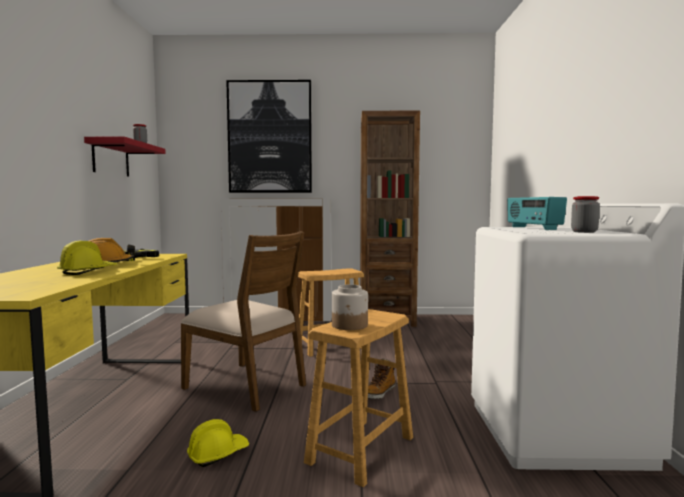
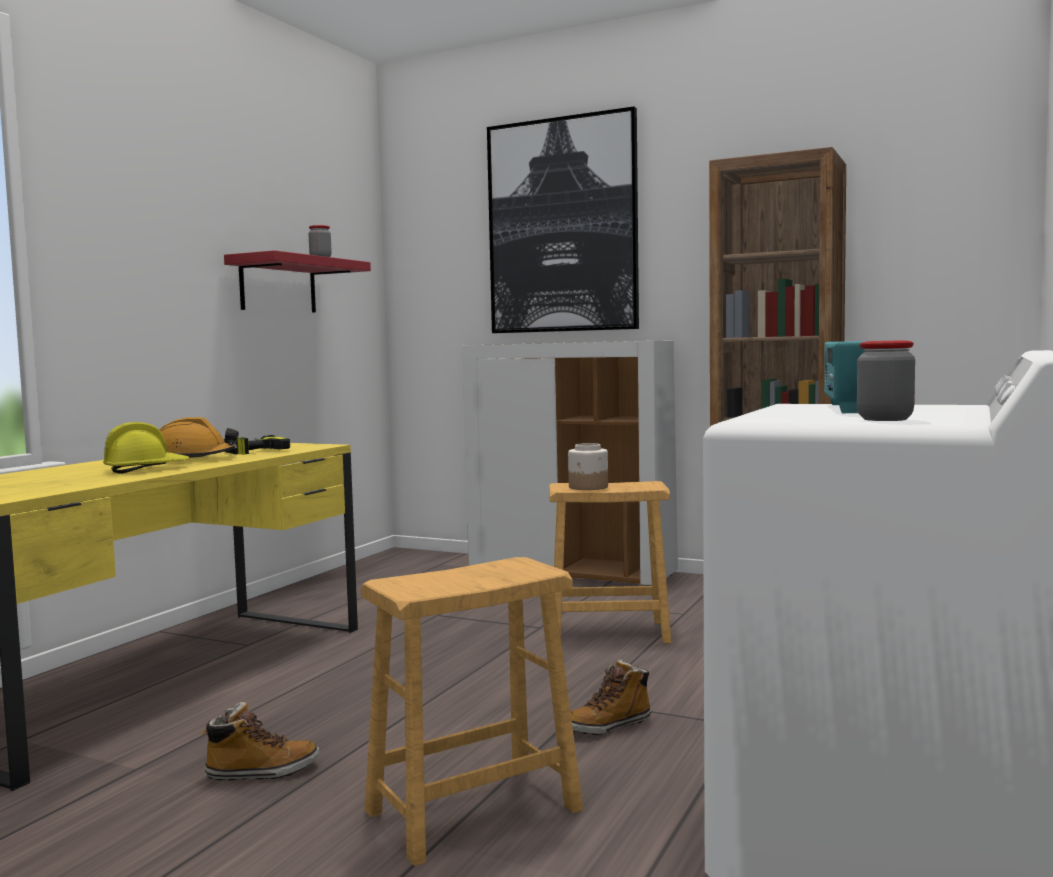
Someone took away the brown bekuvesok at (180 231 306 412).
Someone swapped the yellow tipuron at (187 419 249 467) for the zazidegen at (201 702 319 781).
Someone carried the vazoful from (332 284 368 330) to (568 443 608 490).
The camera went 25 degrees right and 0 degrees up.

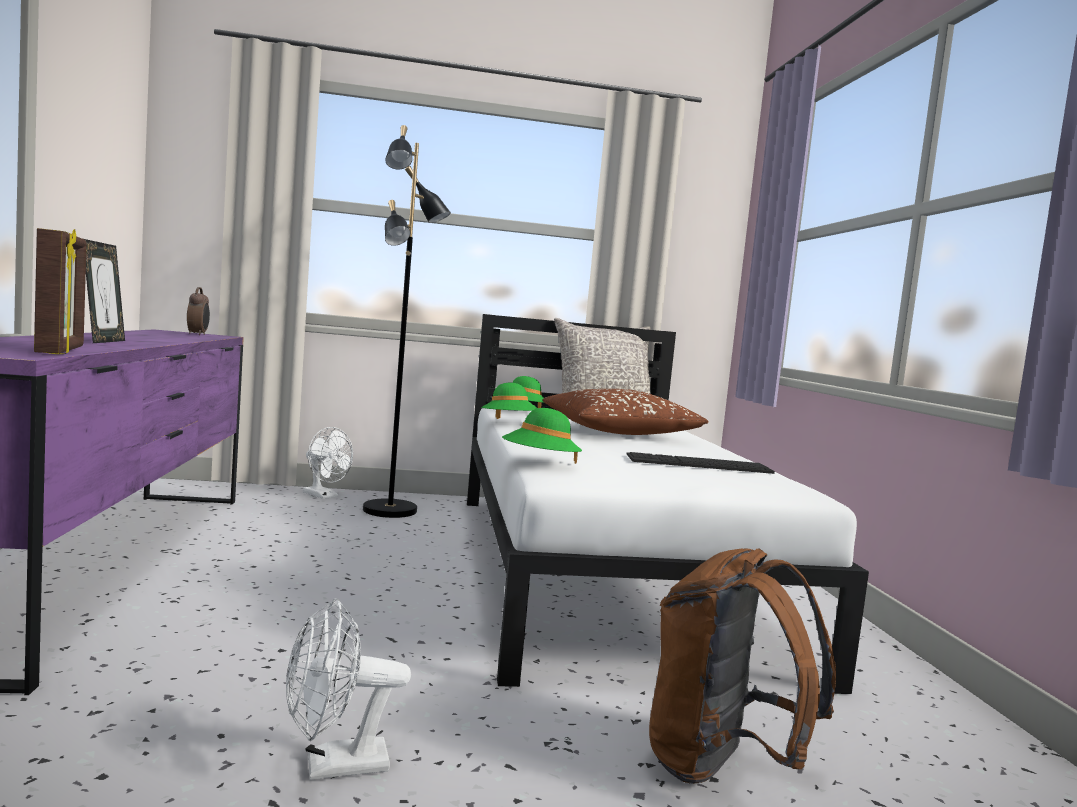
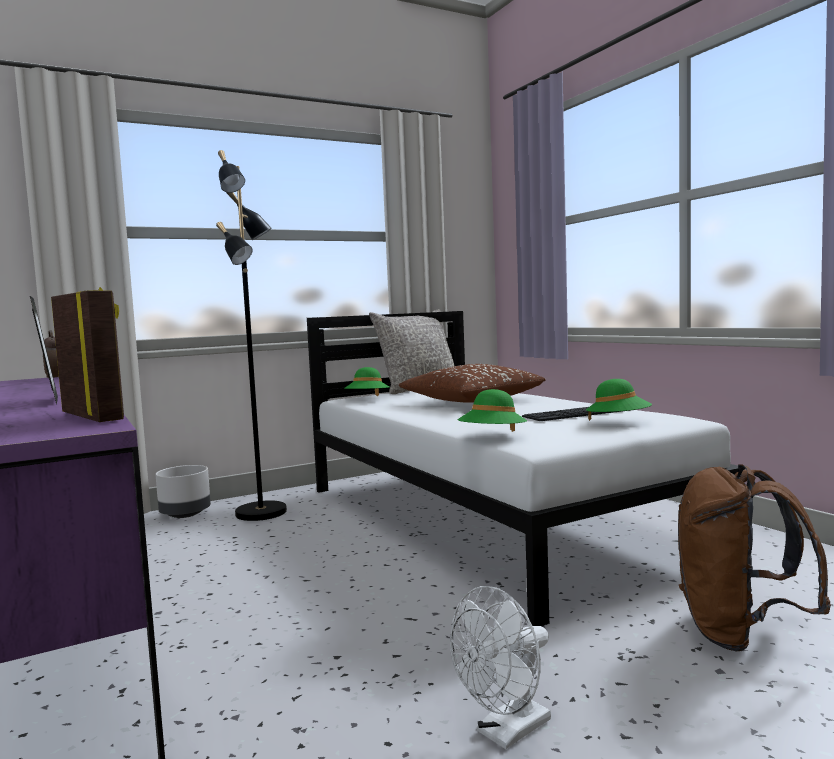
Someone swapped the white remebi at (303 427 353 499) for the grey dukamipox at (156 465 211 518).
Someone carried the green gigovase from (481 383 538 419) to (586 379 652 421).
The camera went 20 degrees left and 0 degrees up.

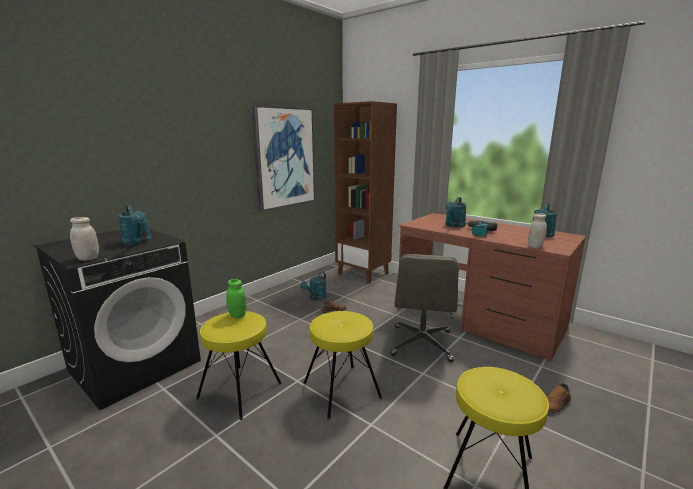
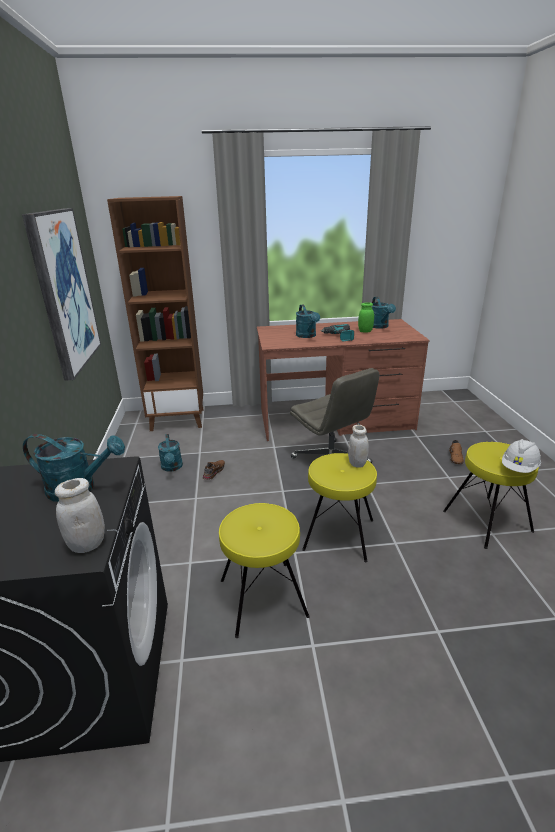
Someone carried the green vazoful from (226 279 246 318) to (358 302 374 333).
Someone carried the white vazoful from (528 213 547 248) to (348 425 369 468).
Someone put down the white tipuron at (502 439 541 473).
The camera went 45 degrees left and 10 degrees up.

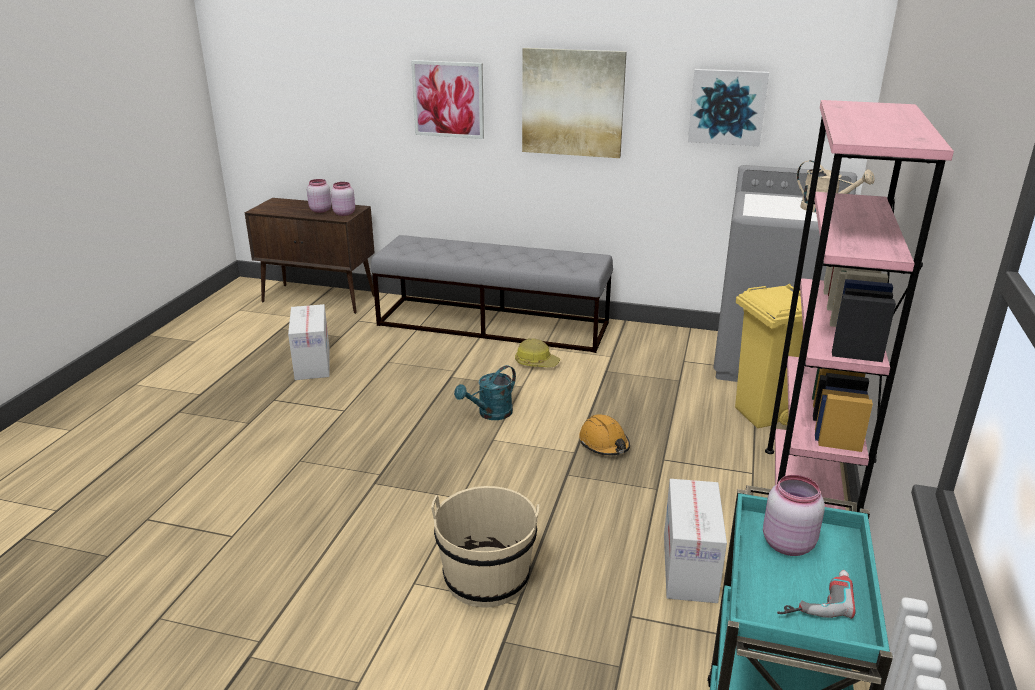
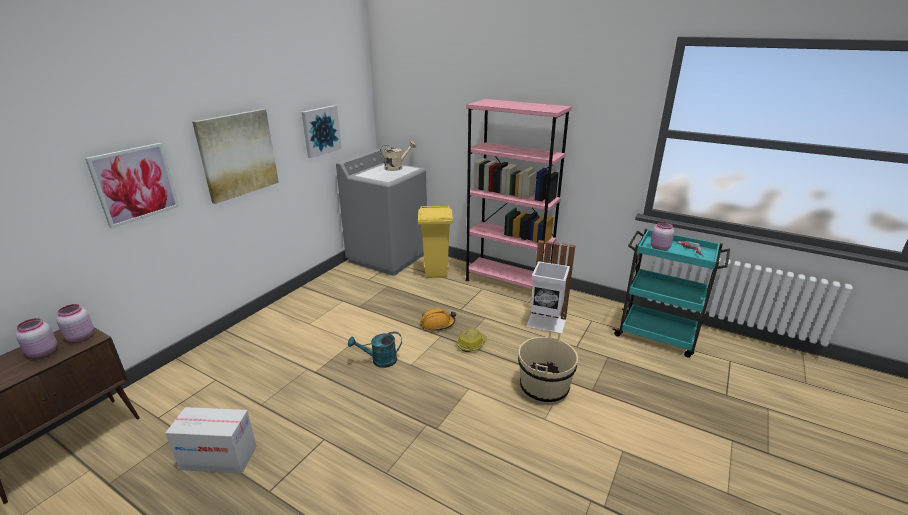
Someone took away the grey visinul at (371 235 613 353).
Someone rotated the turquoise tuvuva at (454 365 516 420) by 105 degrees clockwise.
Someone carried the tipuron from (515 338 560 368) to (457 328 487 352).
Someone swapped the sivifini at (664 479 727 603) for the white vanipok at (526 240 575 334).
The camera went 75 degrees left and 0 degrees up.

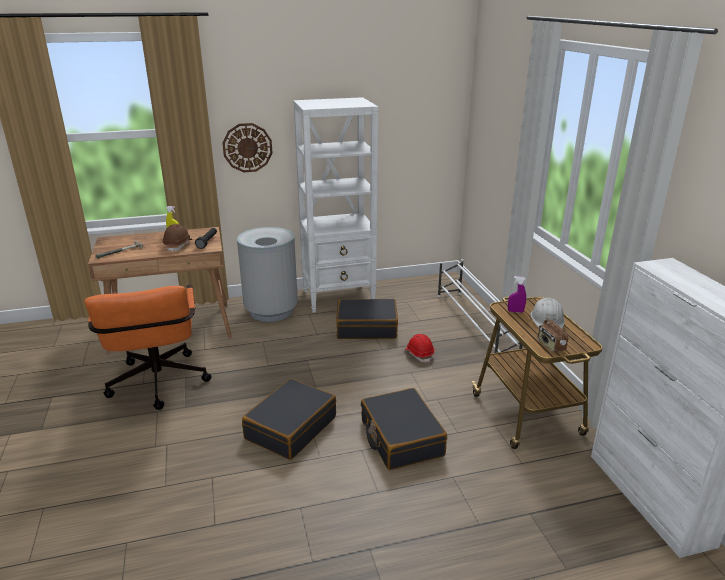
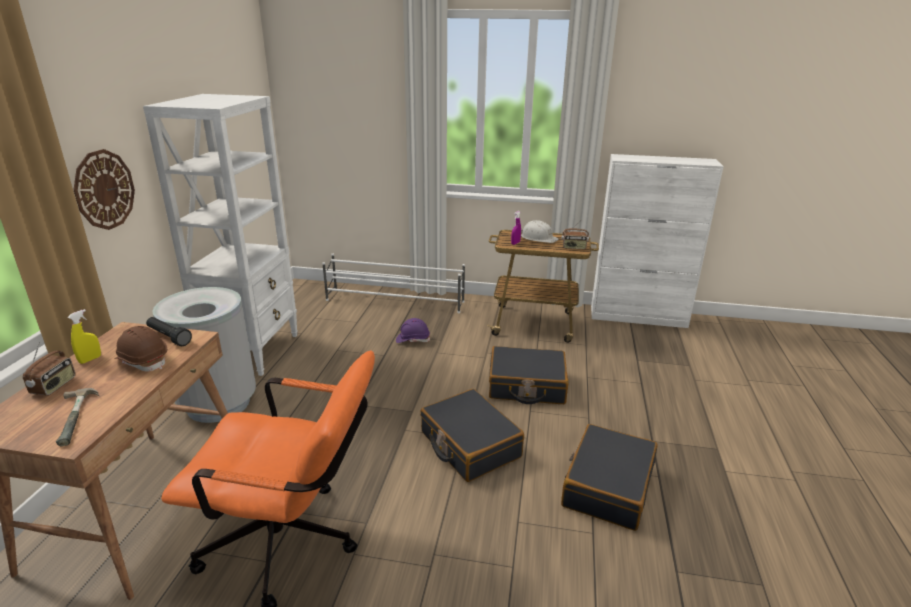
Someone carried the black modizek from (337 299 398 339) to (561 424 657 531).
Someone repainted the red tipuron at (405 334 434 363), which became the purple tipuron at (396 318 430 343).
Someone put down the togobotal at (23 342 75 396).
The camera went 65 degrees left and 0 degrees up.

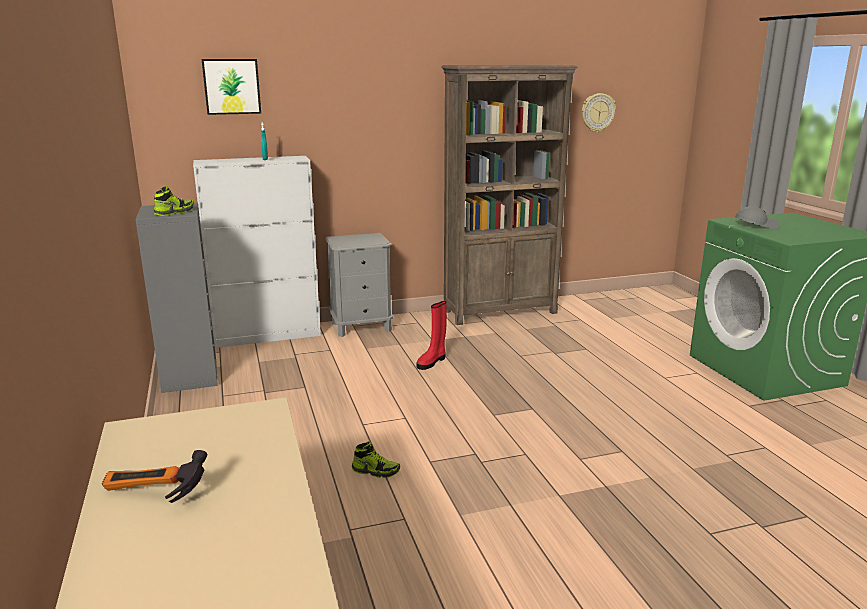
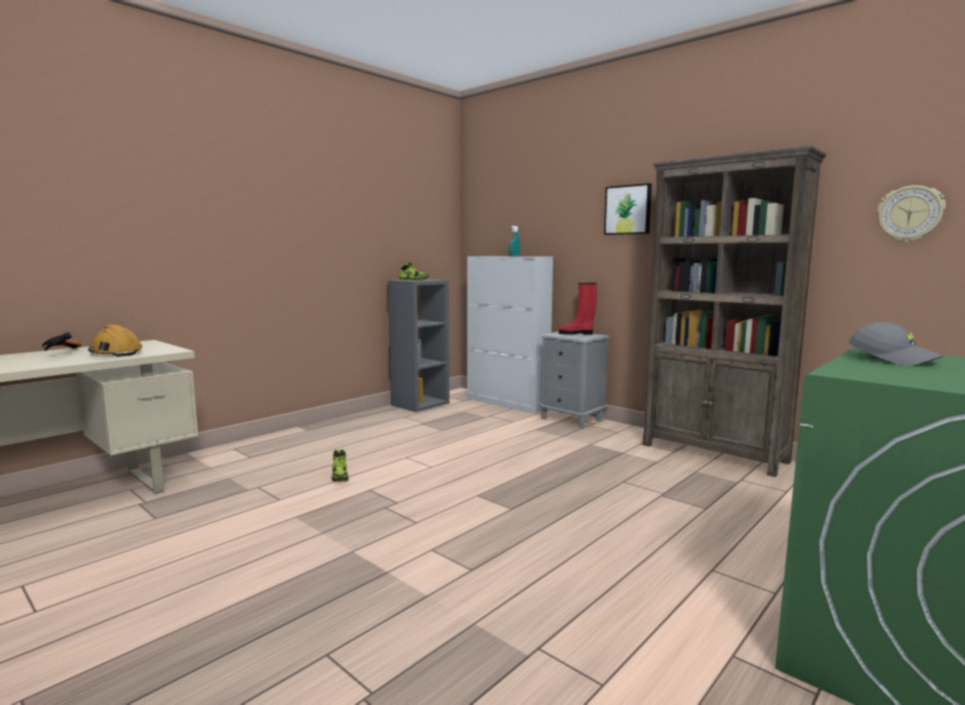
Someone carried the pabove from (202 59 261 115) to (604 183 652 235).
Someone carried the red zazidegen from (417 301 447 370) to (559 283 597 335).
Someone put down the orange tipuron at (88 325 142 357).
The camera went 60 degrees right and 10 degrees down.

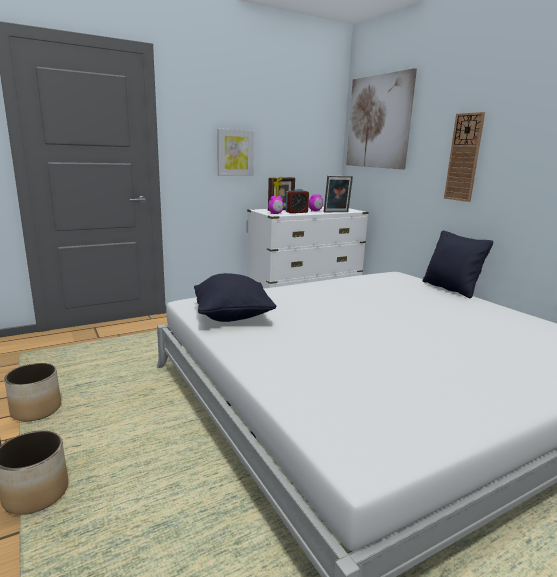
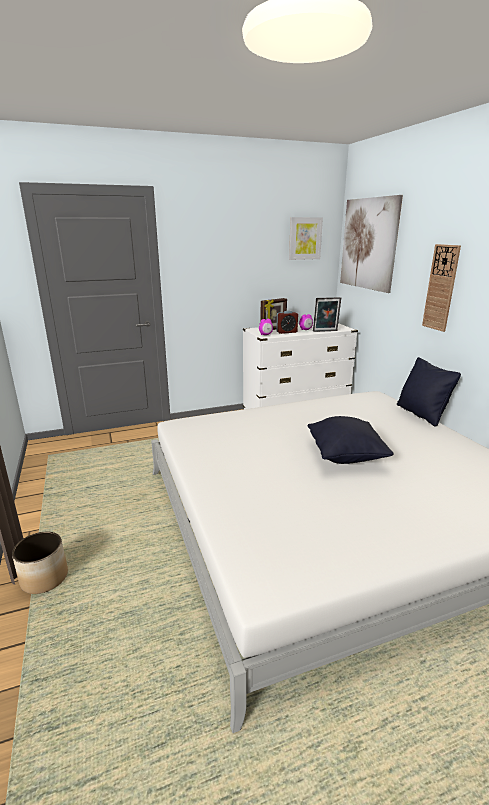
Someone took away the dukamipox at (4 363 61 421).
Someone carried the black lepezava from (194 273 276 322) to (308 416 394 464).
Someone carried the pabove from (217 129 254 176) to (289 217 323 260).
The camera went 10 degrees right and 5 degrees up.

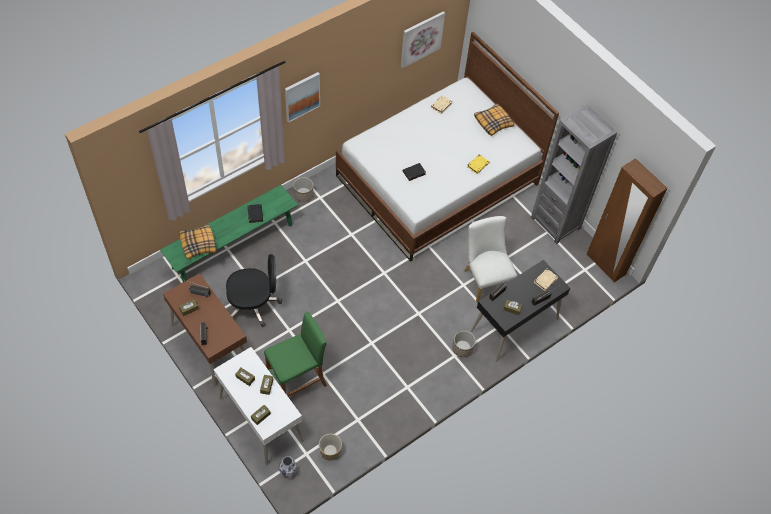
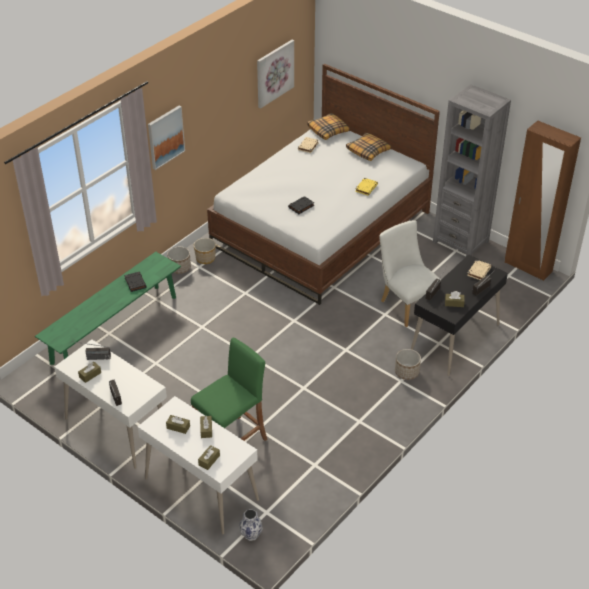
Someone repainted the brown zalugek at (163 273 247 387), which became the white zalugek at (54 339 167 469).
Someone carried the lepezava from (180 224 217 260) to (307 113 350 140).
Someone took away the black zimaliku at (226 254 282 327).
Someone carried the dukamipox from (319 434 342 460) to (194 238 216 264).
The camera went 10 degrees left and 15 degrees down.

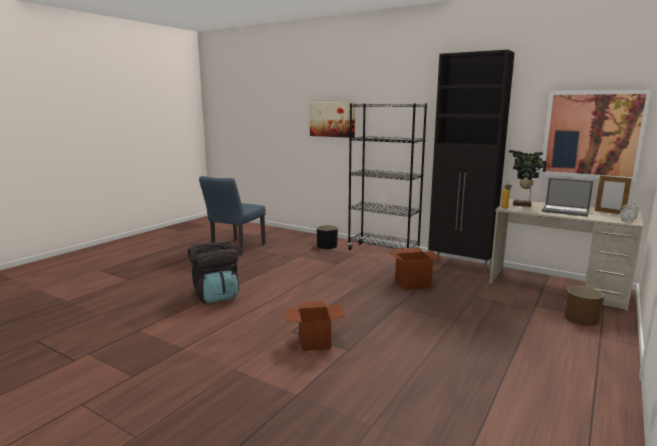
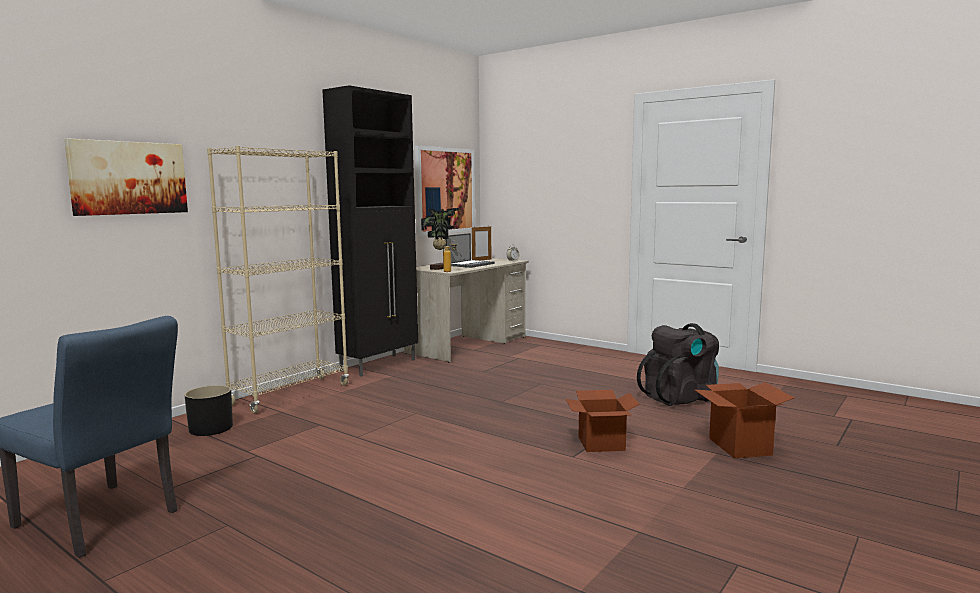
Someone carried the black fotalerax from (188 241 239 304) to (637 323 719 406).
Someone repainted the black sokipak at (348 103 427 250), which became the beige sokipak at (207 146 349 414).
Someone carried the sivifini from (390 247 441 290) to (694 382 794 458).
Someone took away the brown dukamipox at (564 286 604 326).
The camera went 85 degrees left and 5 degrees down.

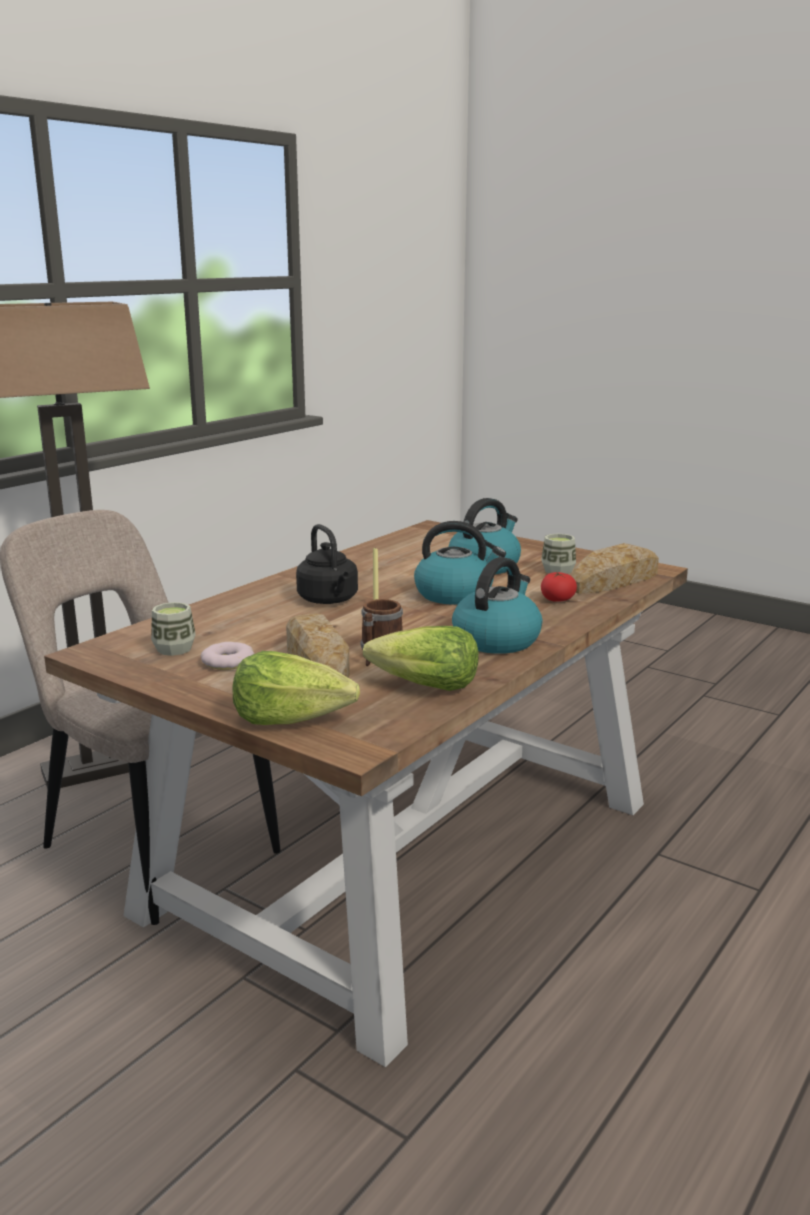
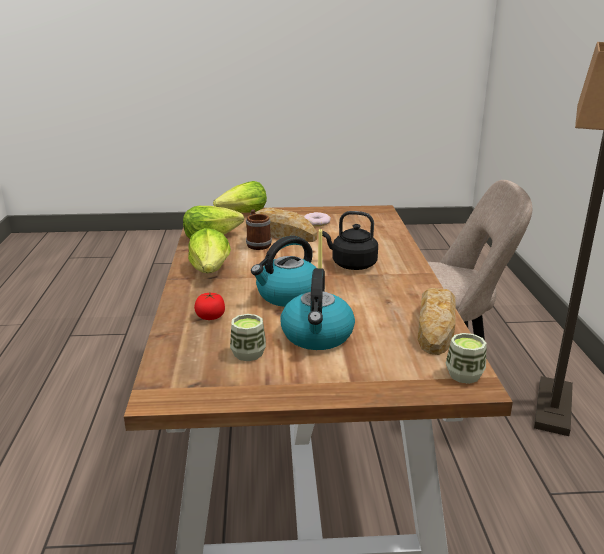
Someone carried the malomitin from (151 602 196 656) to (446 333 487 384).
Someone swapped the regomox at (452 557 542 654) for the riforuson at (188 228 231 273).
Someone carried the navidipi from (572 543 659 594) to (418 288 455 355).
The camera went 140 degrees right and 5 degrees up.

